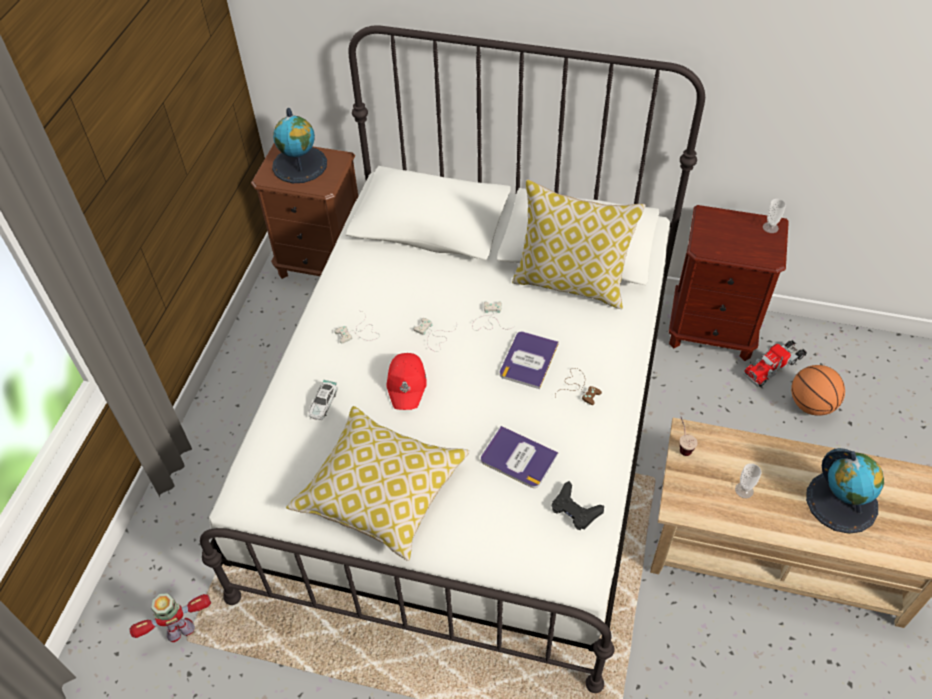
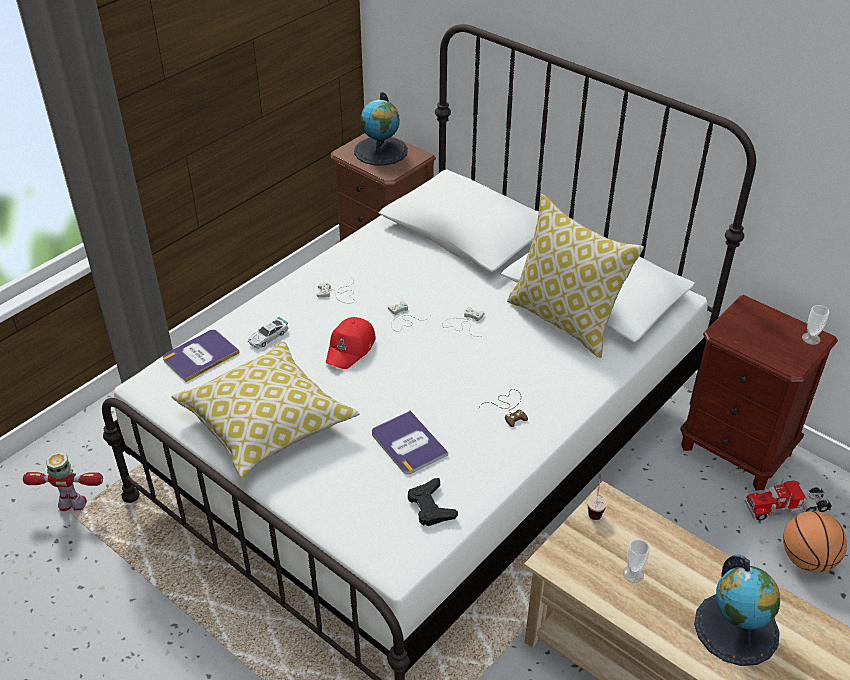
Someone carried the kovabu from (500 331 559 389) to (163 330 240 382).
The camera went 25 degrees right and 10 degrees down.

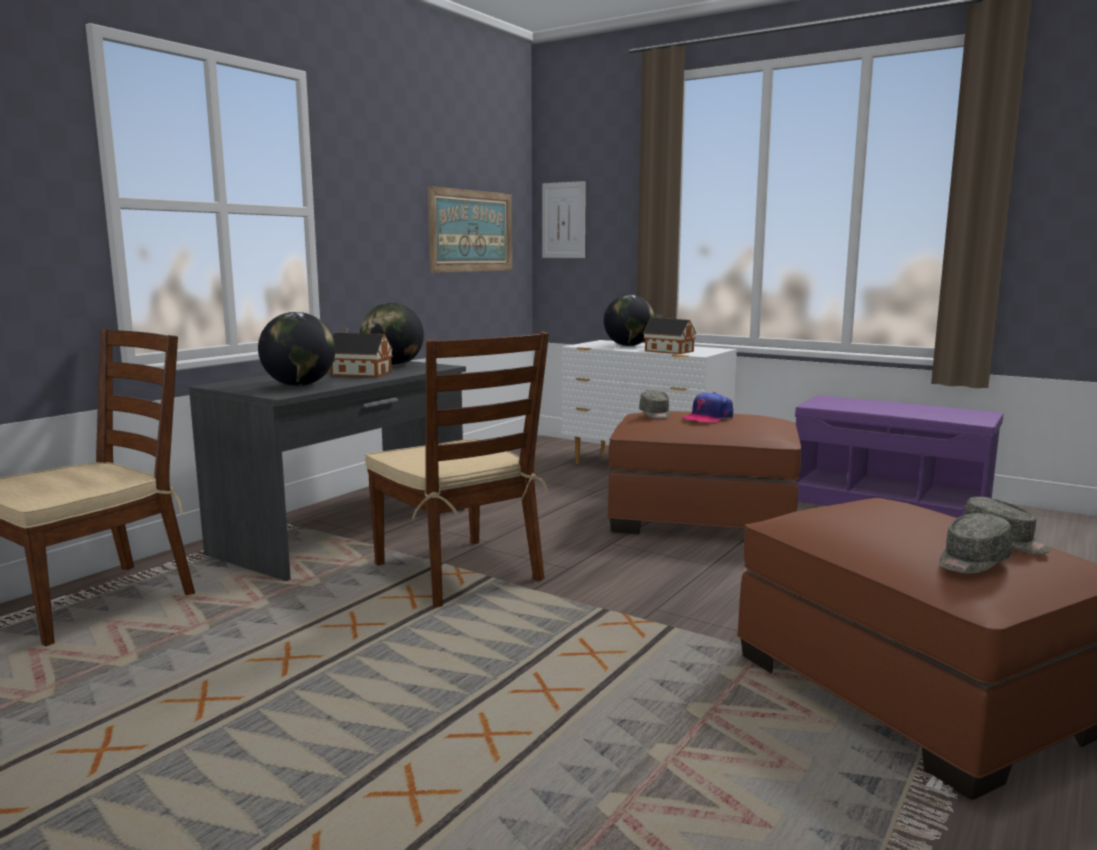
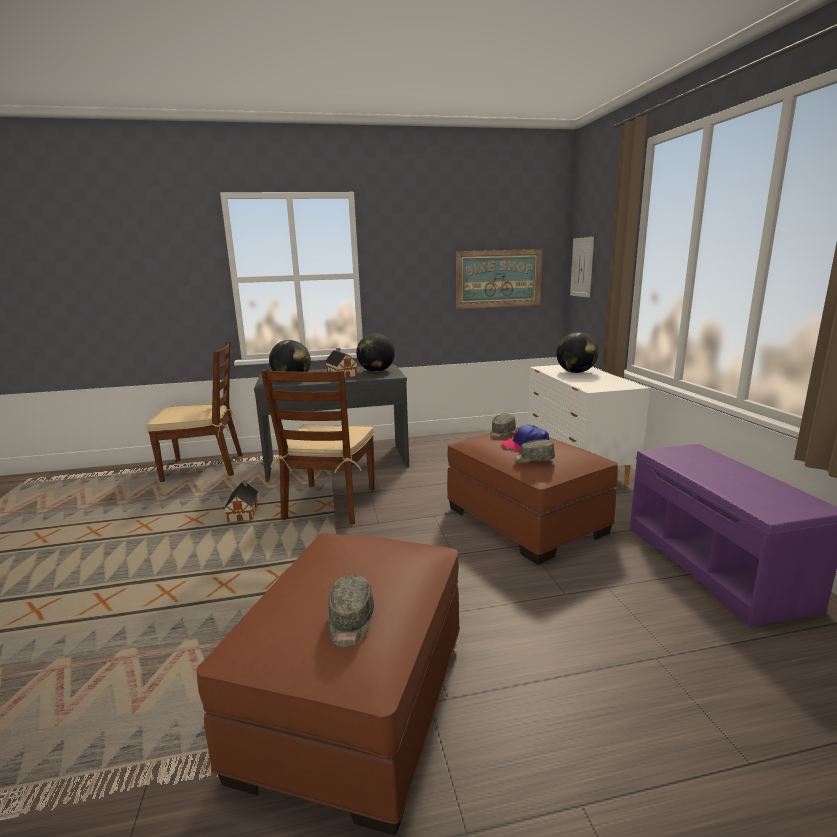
Someone carried the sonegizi from (643 314 696 354) to (224 480 258 523).
Someone carried the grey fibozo from (939 513 1013 574) to (513 439 555 462).
The camera went 45 degrees right and 5 degrees up.

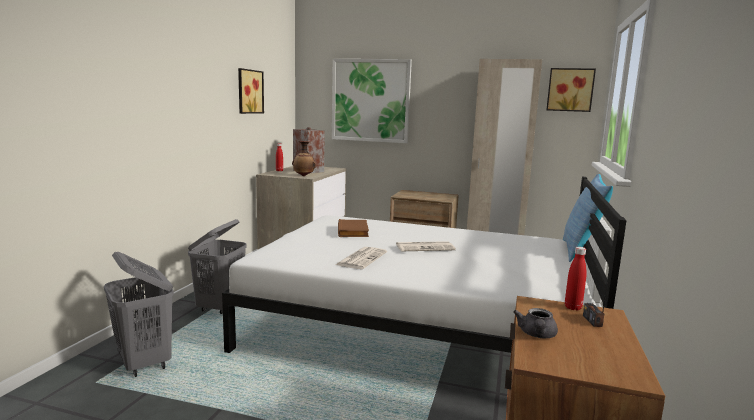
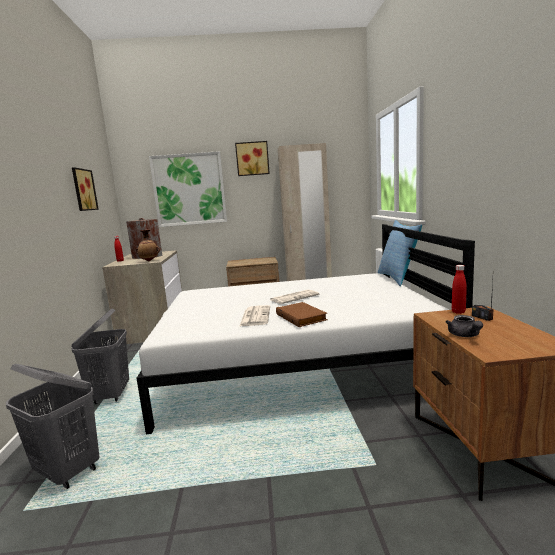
Someone carried the brown kovabu from (338 219 369 237) to (276 302 328 327).
Someone carried the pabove from (546 68 596 112) to (235 141 270 176).
The camera went 20 degrees left and 0 degrees up.

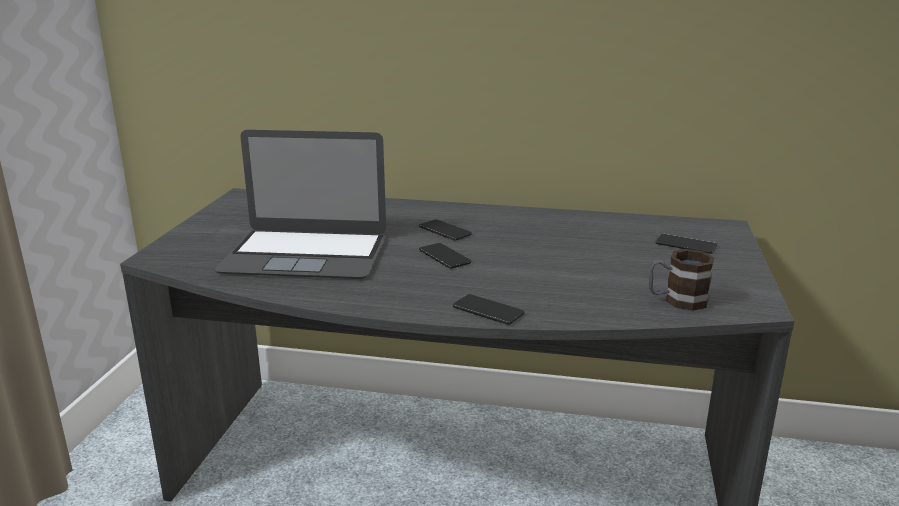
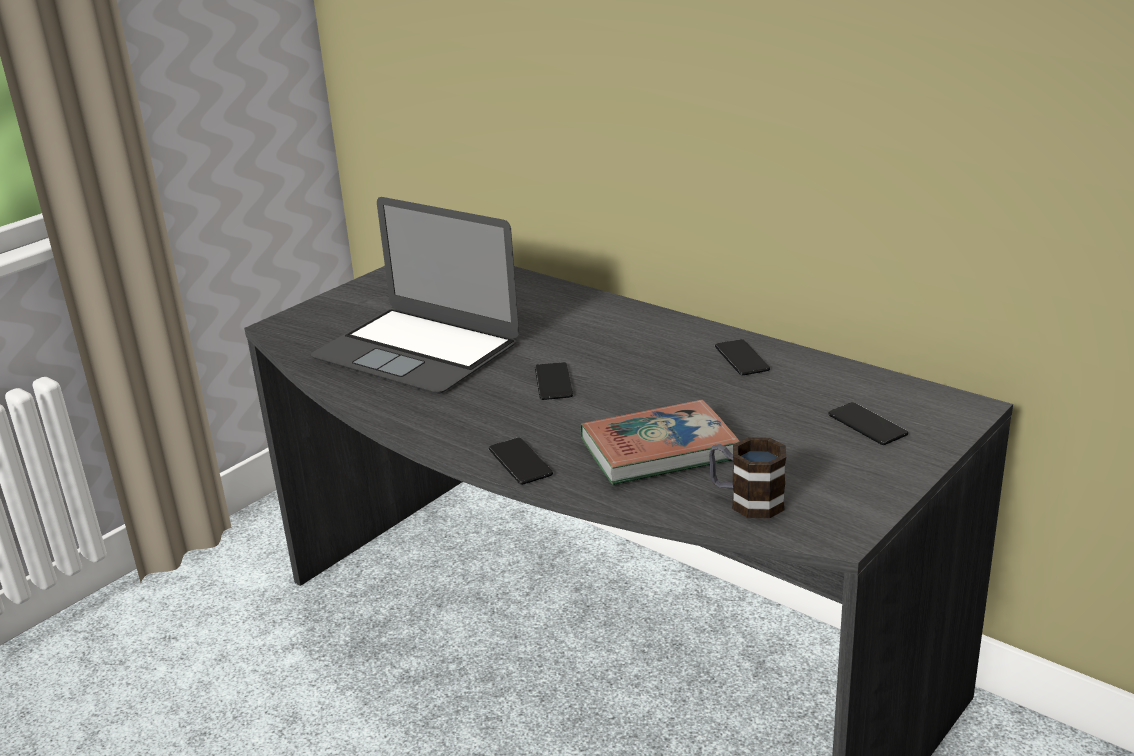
Someone carried the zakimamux from (419 219 472 241) to (715 339 770 376).
Someone put down the kovabu at (580 400 740 485).
The camera went 30 degrees right and 5 degrees up.

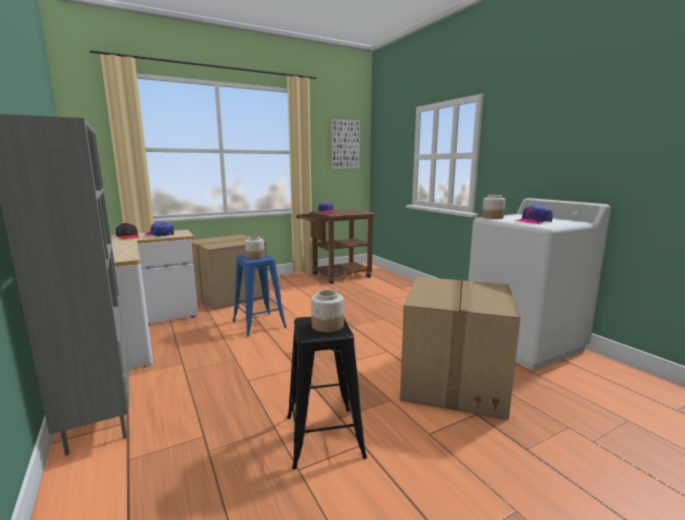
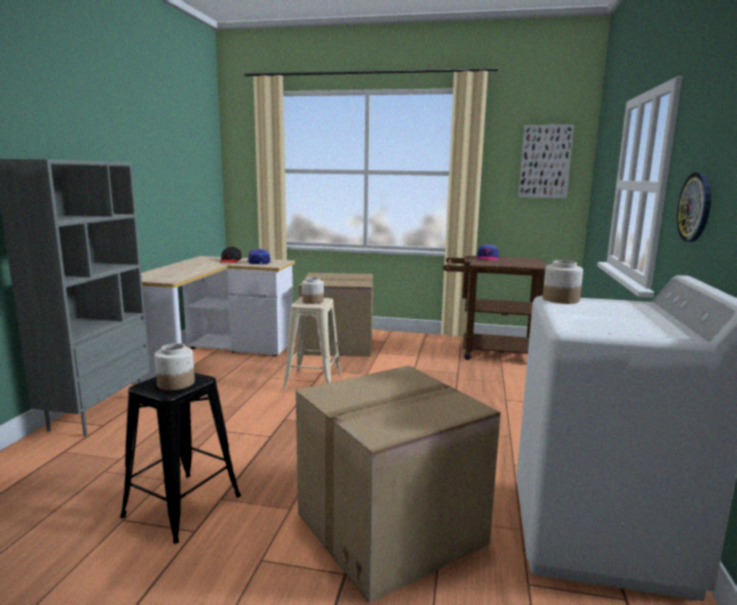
Someone repainted the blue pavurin at (233 253 287 337), which became the beige pavurin at (283 297 342 390).
Someone took away the fibozo at (515 205 553 224).
Someone put up the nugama at (677 172 711 242).
The camera went 40 degrees right and 0 degrees up.

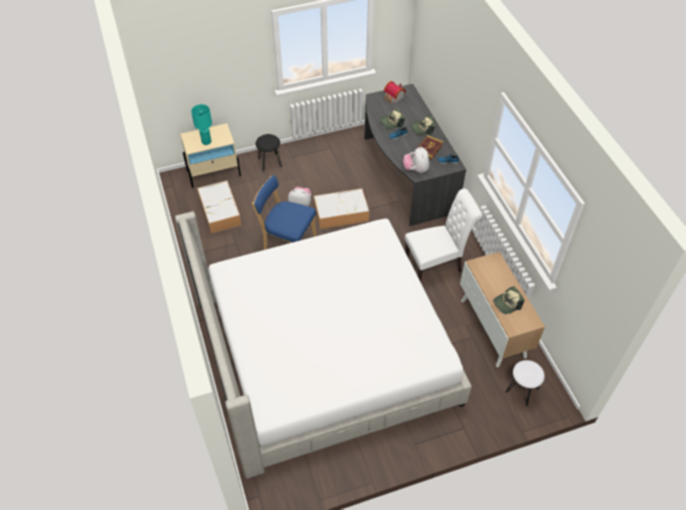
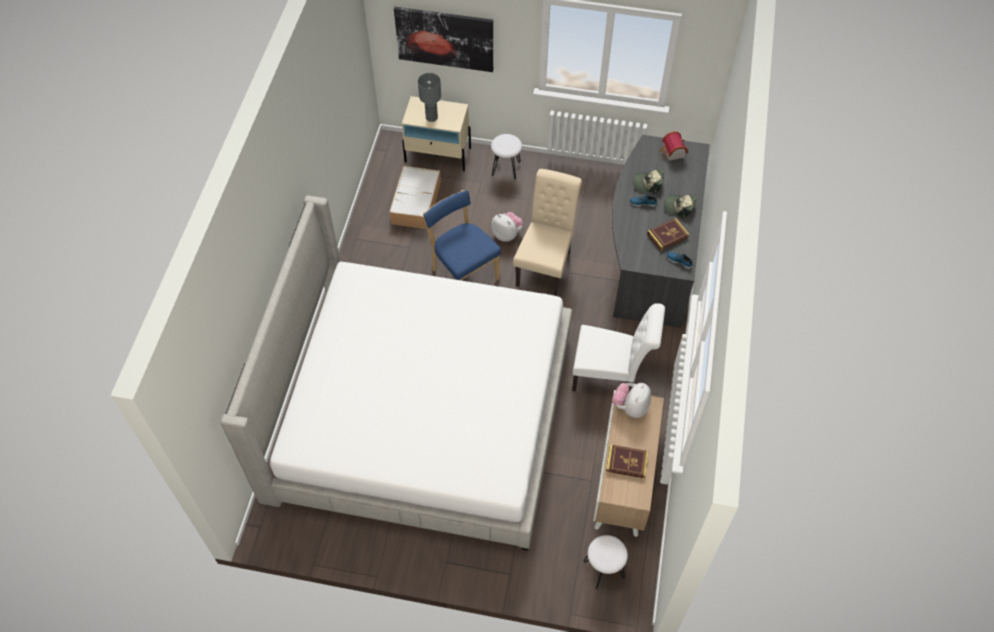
Someone repainted the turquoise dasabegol at (191 104 212 145), which became the grey dasabegol at (418 73 441 122).
Someone repainted the black pavurin at (256 134 282 172), which became the white pavurin at (491 134 522 181).
Someone swapped the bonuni at (314 188 369 229) for the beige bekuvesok at (513 169 582 296).
Someone carried the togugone from (403 147 429 173) to (612 383 651 418).
Someone swapped the fibozo at (493 286 525 314) for the kovabu at (606 445 648 478).
Someone put up the pabove at (394 7 493 72).
The camera went 30 degrees right and 5 degrees up.

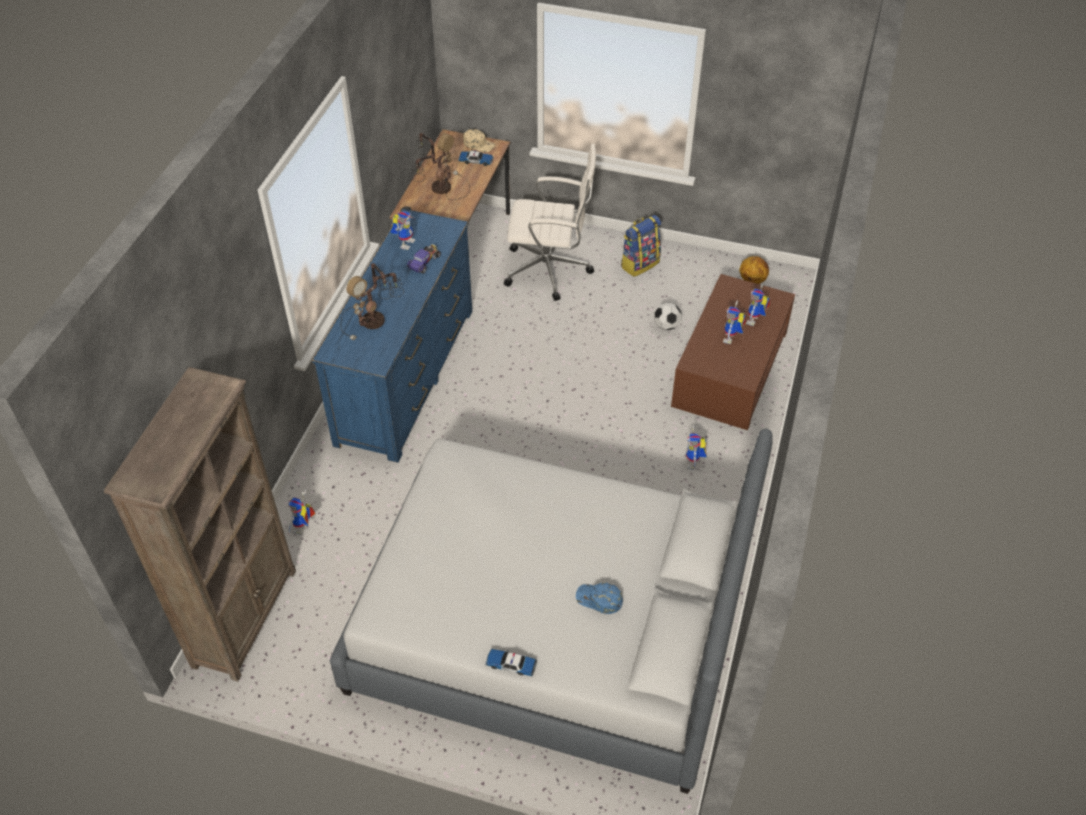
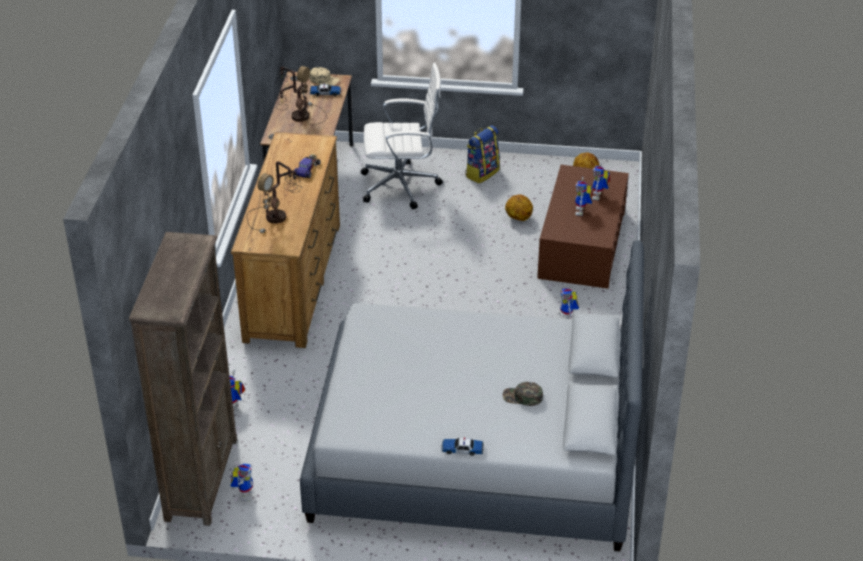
Someone repainted the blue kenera at (312 209 472 463), which became the brown kenera at (231 132 340 348).
Someone carried the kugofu from (390 211 415 250) to (231 463 255 501).
Someone repainted the blue fibozo at (576 583 623 614), which became the green fibozo at (503 382 543 406).
Someone swapped the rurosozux at (654 302 682 330) for the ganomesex at (505 194 533 221).
The camera went 10 degrees left and 10 degrees down.

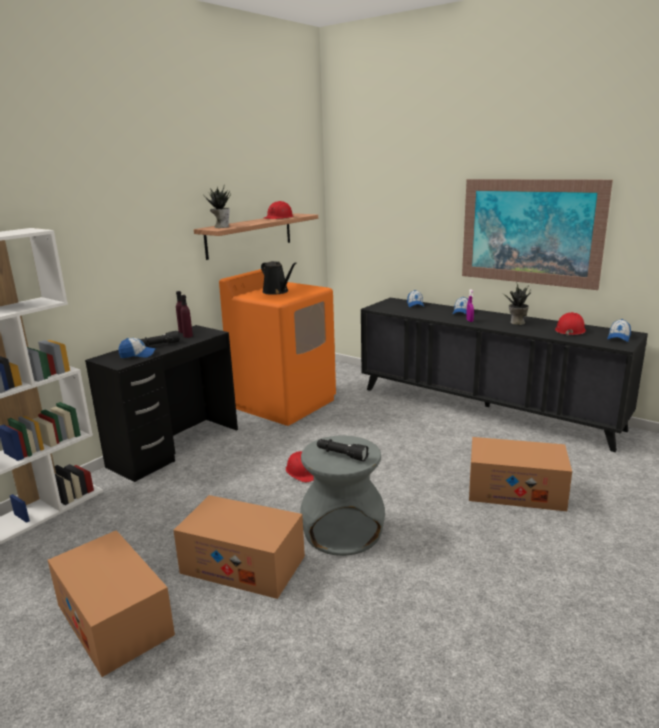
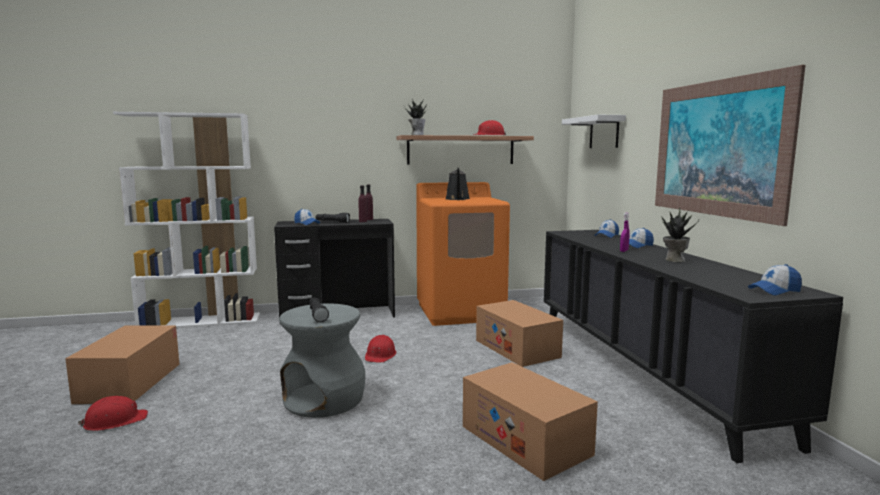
Someone carried the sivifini from (173 495 305 599) to (476 300 563 367).
Someone carried the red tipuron from (555 312 586 336) to (78 396 148 431).
Someone put up the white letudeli at (562 115 626 148).
The camera went 40 degrees right and 10 degrees down.

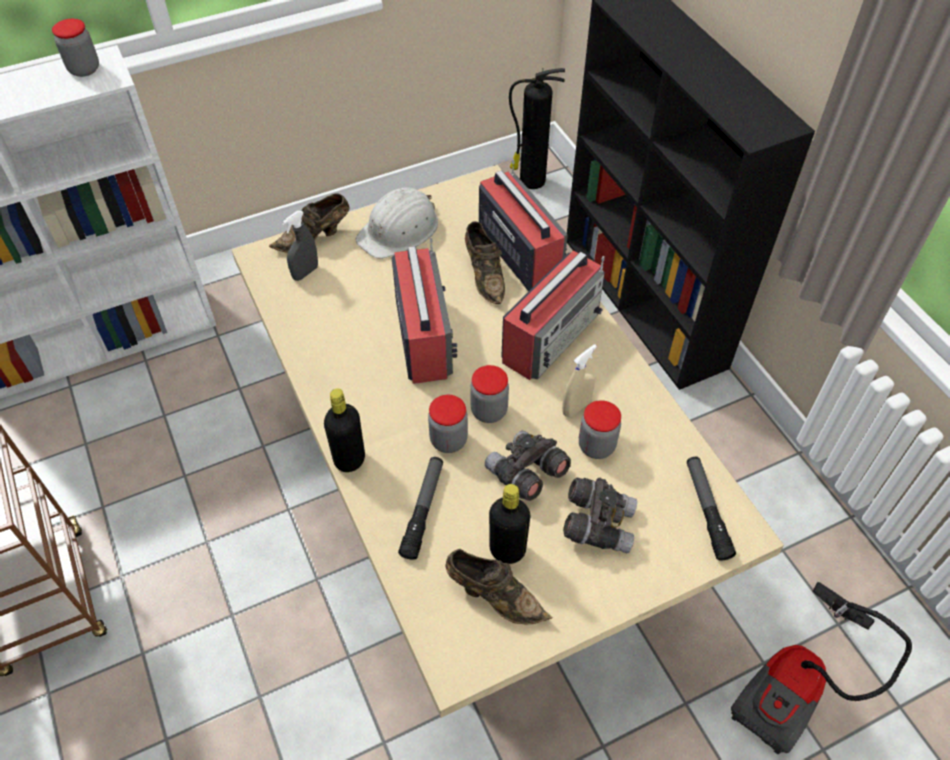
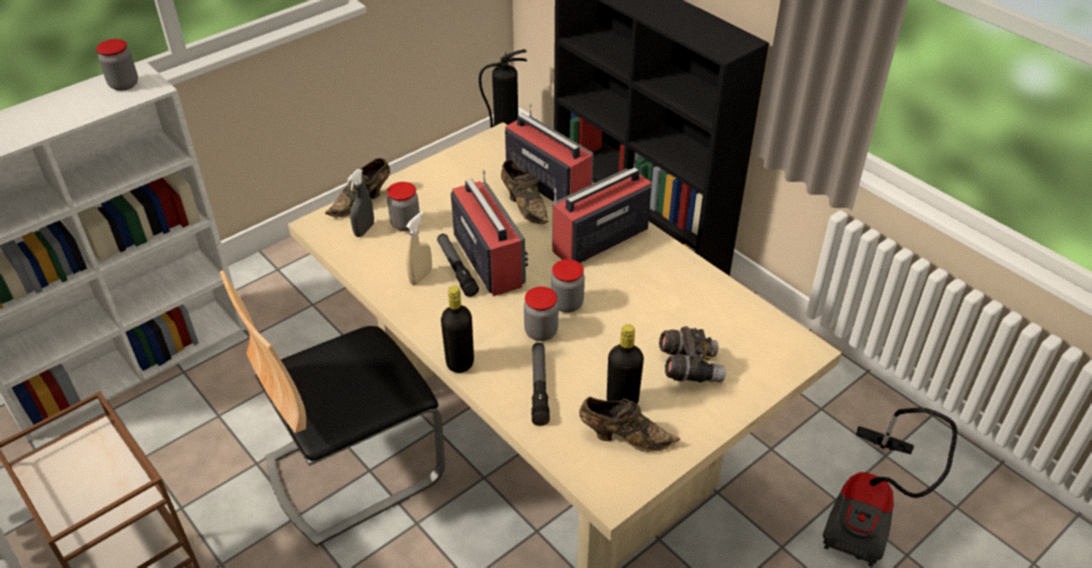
Someone took away the white tipuron at (356 187 438 259).
Someone took away the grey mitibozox at (485 431 571 501).
Someone rotated the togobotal at (501 250 605 380) by 150 degrees counterclockwise.
Someone carried the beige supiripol from (562 344 597 417) to (406 212 432 285).
Someone carried the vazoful from (579 400 621 459) to (387 182 420 231).
Someone carried the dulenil from (687 457 736 560) to (437 234 479 297).
Someone put down the bekuvesok at (220 270 445 547).
The camera went 15 degrees left and 10 degrees down.

